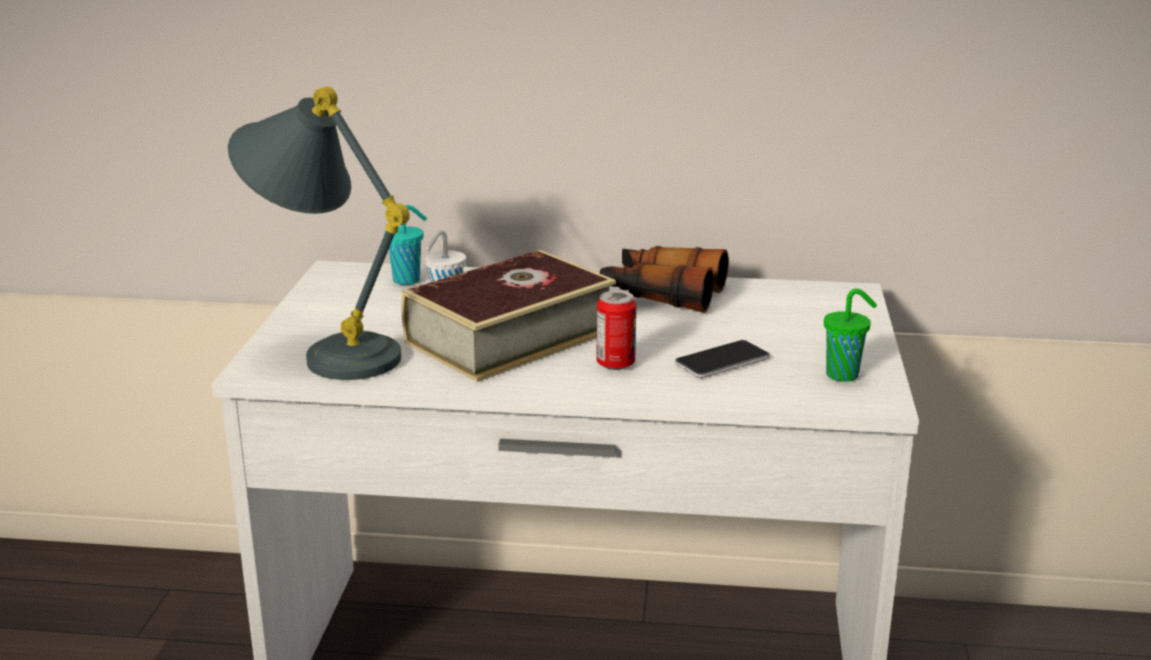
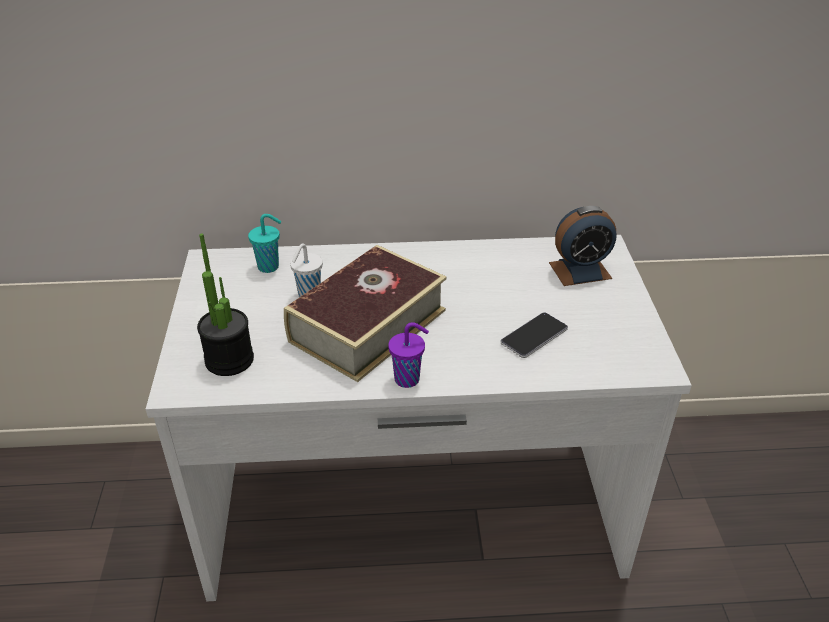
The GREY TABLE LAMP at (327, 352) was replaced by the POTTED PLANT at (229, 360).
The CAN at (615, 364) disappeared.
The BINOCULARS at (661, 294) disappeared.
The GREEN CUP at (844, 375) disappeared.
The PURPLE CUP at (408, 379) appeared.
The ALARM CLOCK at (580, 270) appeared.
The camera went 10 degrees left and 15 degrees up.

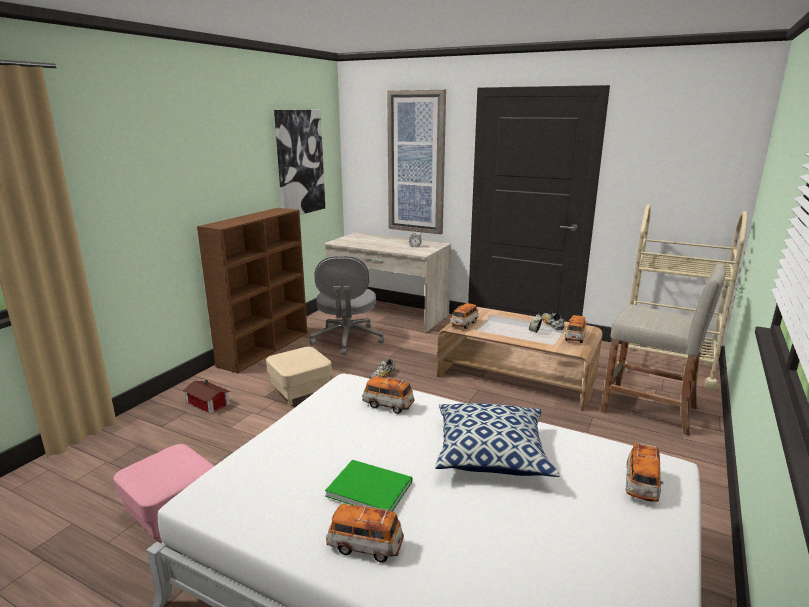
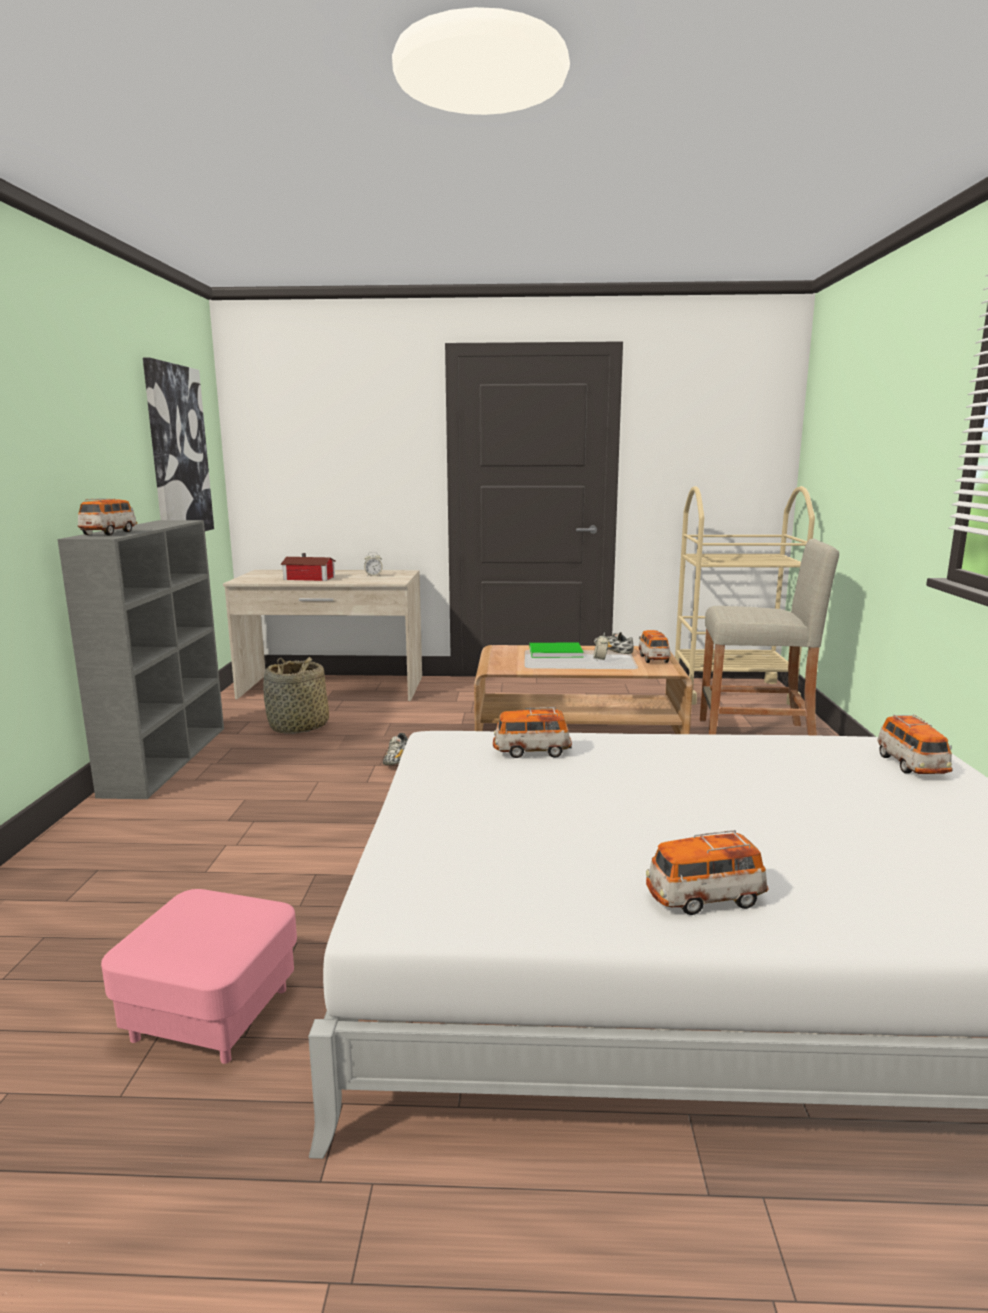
The TOY HOUSE moved from (208, 403) to (310, 578).
The BROWN BOOKCASE at (265, 348) became the GREY BOOKCASE at (167, 759).
The BEIGE OTTOMAN at (300, 391) disappeared.
The GREY OFFICE CHAIR at (347, 340) was replaced by the BASKET at (299, 726).
The GREEN BOOK moved from (368, 487) to (553, 652).
The PICTURE at (416, 163) disappeared.
The PILLOW at (491, 454) disappeared.
The TOY CAR moved from (464, 324) to (109, 533).
The camera went 25 degrees left and 5 degrees down.

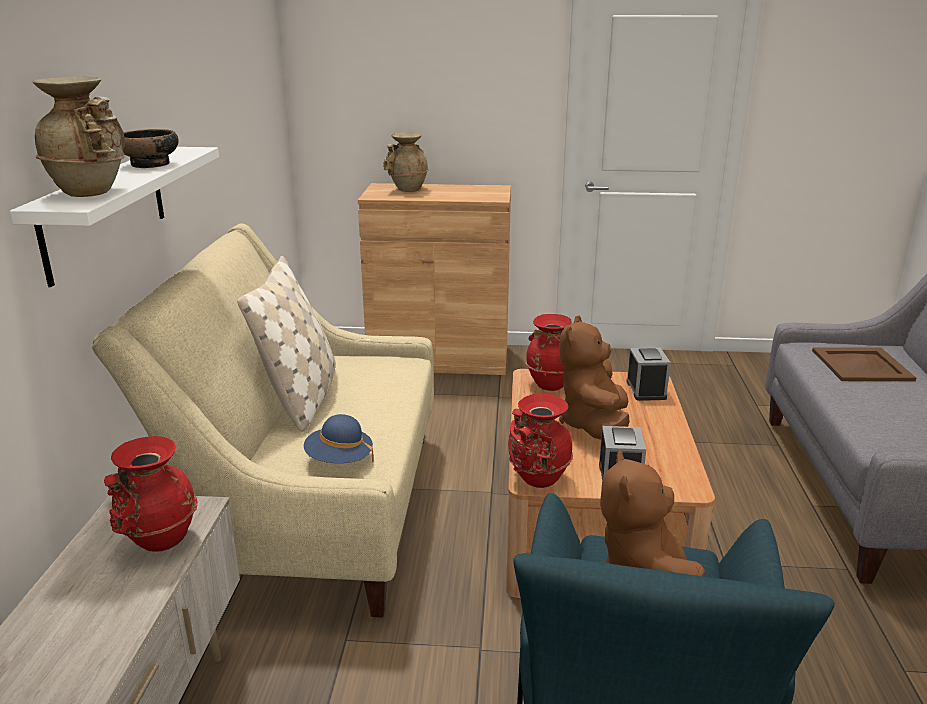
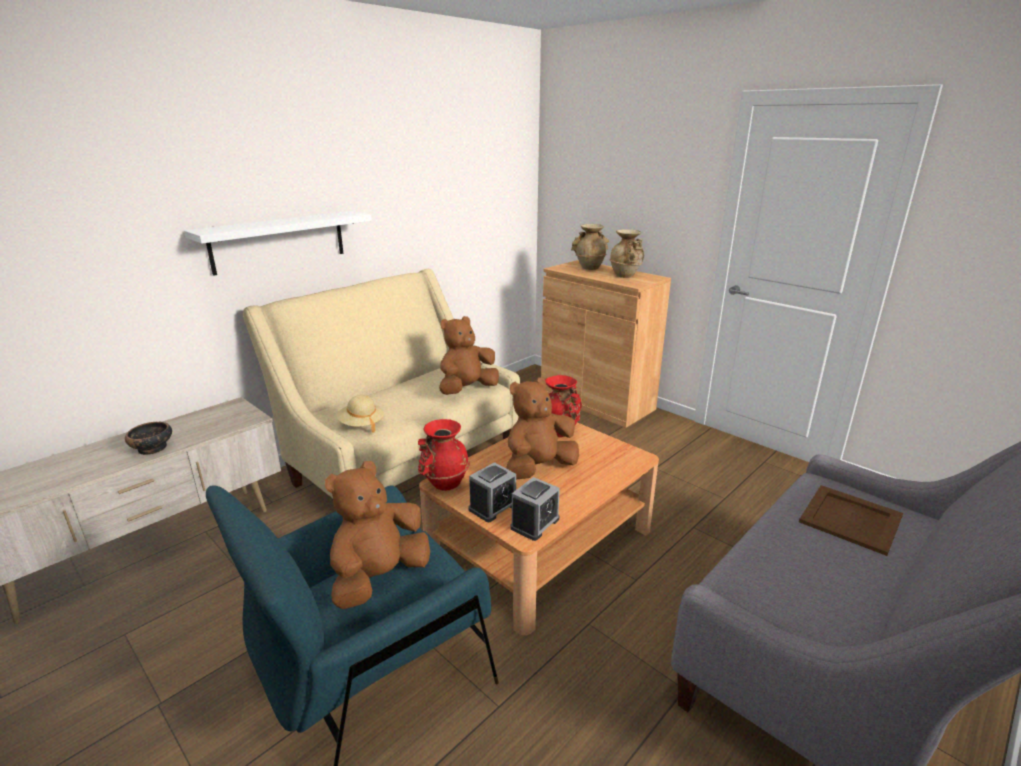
The BEIGE VASE moved from (92, 191) to (626, 275).
The RED VASE at (158, 540) disappeared.
The BOWL moved from (151, 164) to (152, 448).
The BEIGE PILLOW at (301, 398) disappeared.
The BLUE HAT at (339, 460) became the BEIGE HAT at (361, 424).
The ALARM CLOCK moved from (646, 390) to (535, 523).
The BROWN PLUSH TOY at (467, 389) appeared.
The camera went 40 degrees right and 0 degrees up.

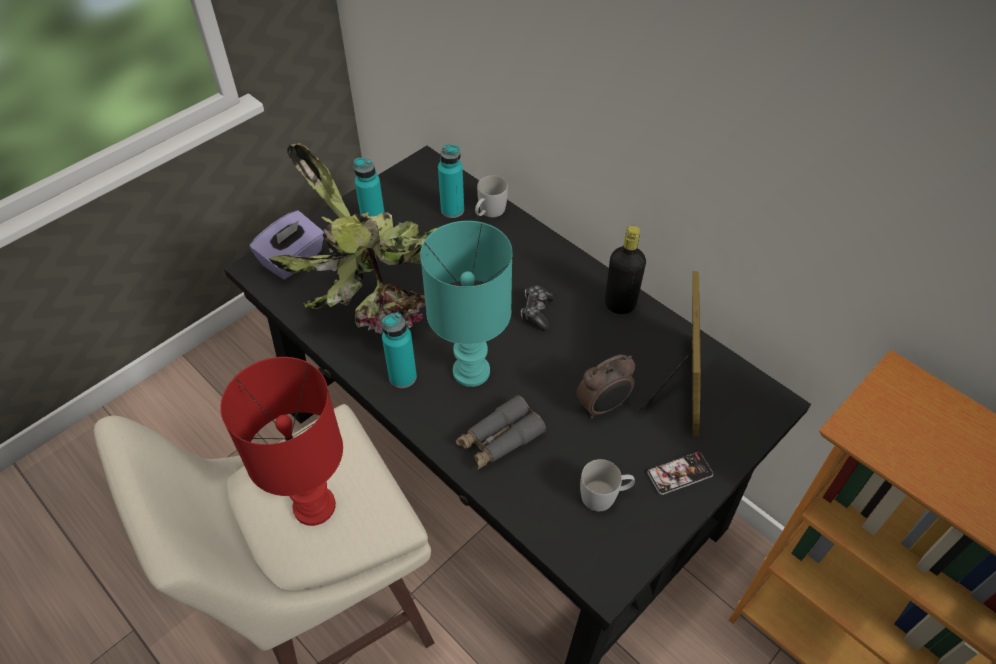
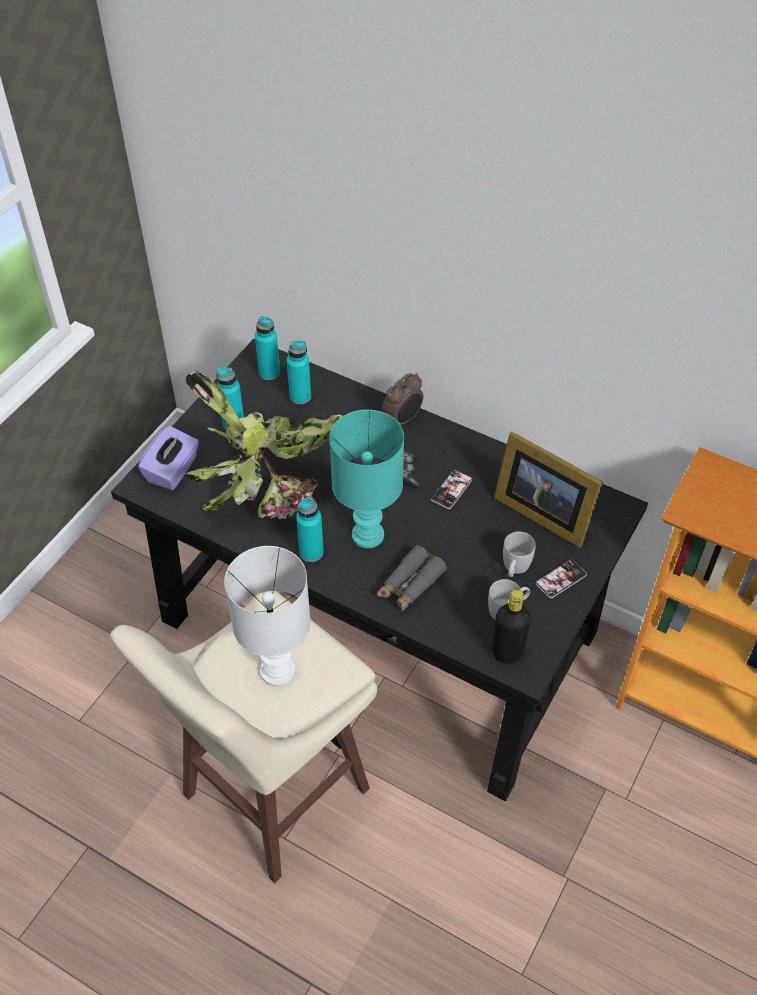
The RED TABLE LAMP at (313, 505) became the WHITE TABLE LAMP at (276, 670).
The WHITE MUG moved from (489, 212) to (515, 568).
The ALARM CLOCK moved from (603, 406) to (403, 420).
The BLACK BOTTLE moved from (620, 304) to (507, 652).
The PICTURE FRAME at (678, 387) turned 135 degrees clockwise.
The TURQUOISE BOTTLE at (269, 372) appeared.
The PHONE at (451, 490) appeared.
The camera went 15 degrees left and 0 degrees up.

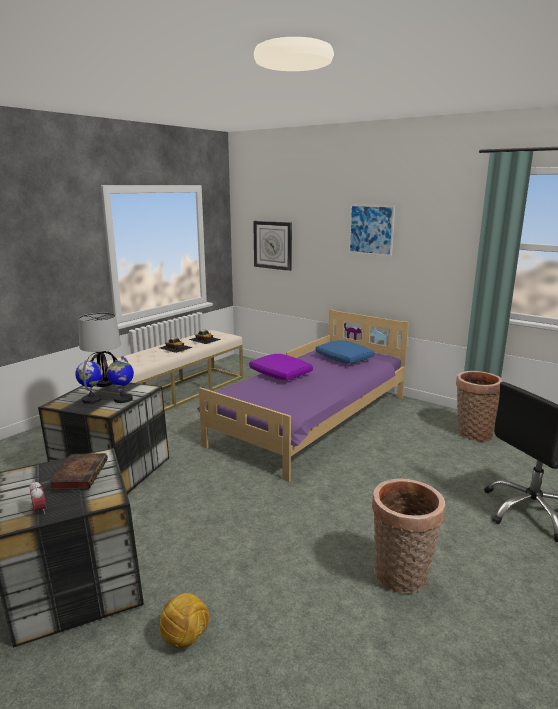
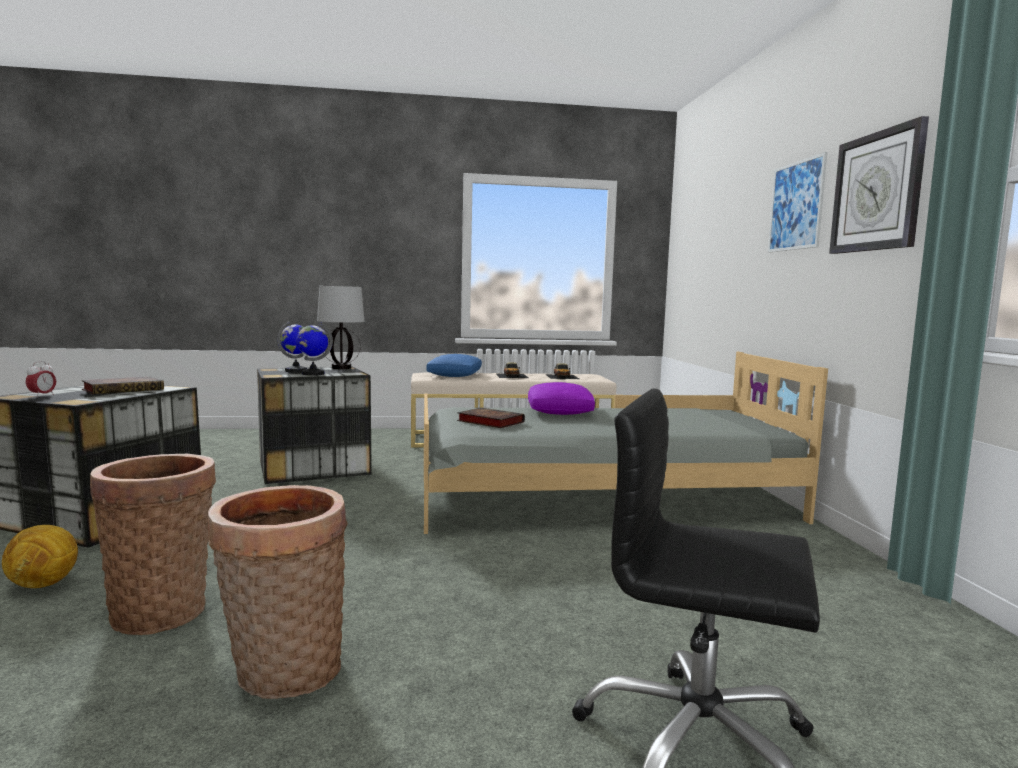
The PURPLE BED at (312, 420) became the GREY BED at (600, 500).
The WALL CLOCK moved from (273, 245) to (877, 192).
The BLUE PILLOW moved from (344, 359) to (455, 375).
The BASKET moved from (472, 433) to (162, 609).
The BOOK at (488, 422) appeared.
The camera went 45 degrees right and 10 degrees down.

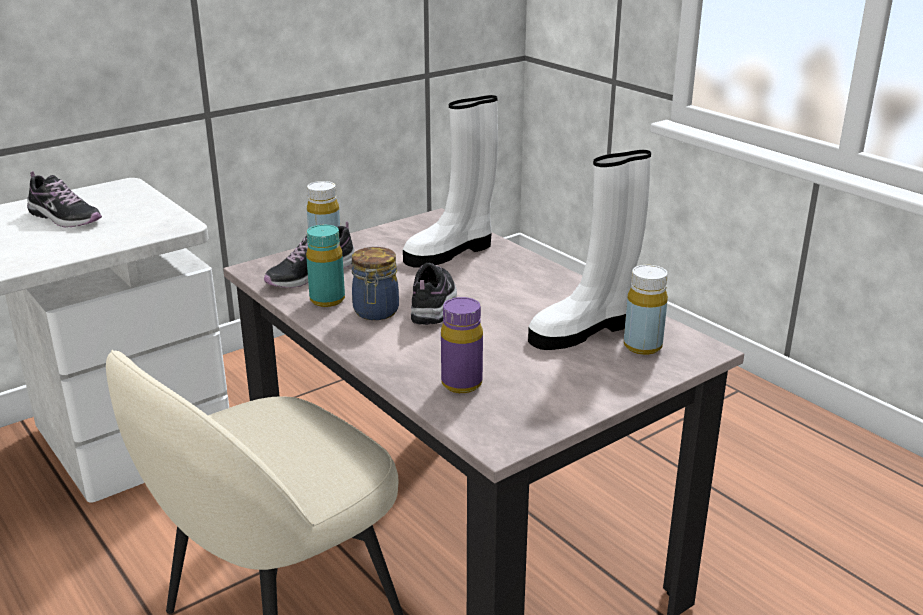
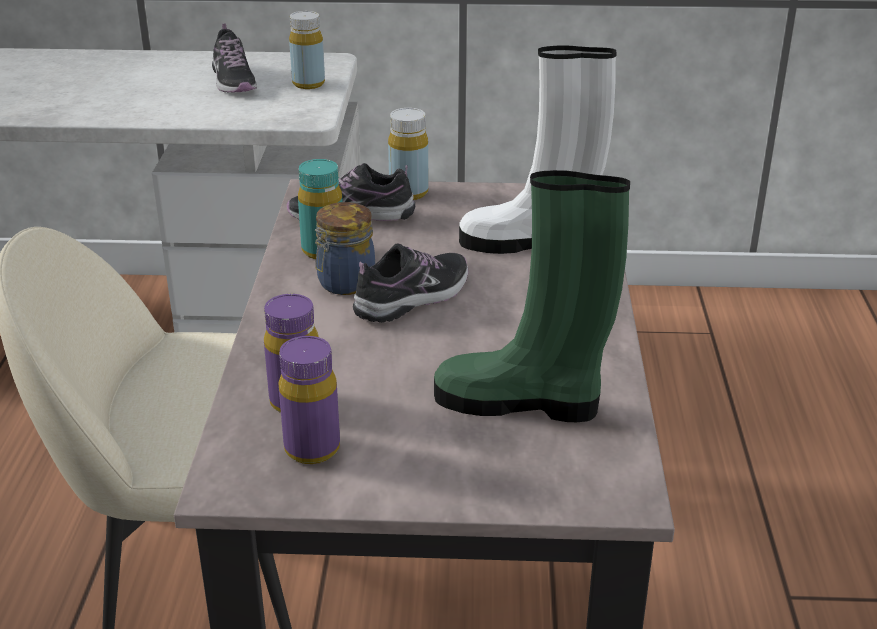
The WHITE BOOT at (584, 330) became the GREEN BOOT at (521, 402).
The YELLOW BOTTLE moved from (642, 346) to (308, 84).
The PURPLE BOTTLE at (312, 449) appeared.
The camera went 40 degrees right and 5 degrees up.

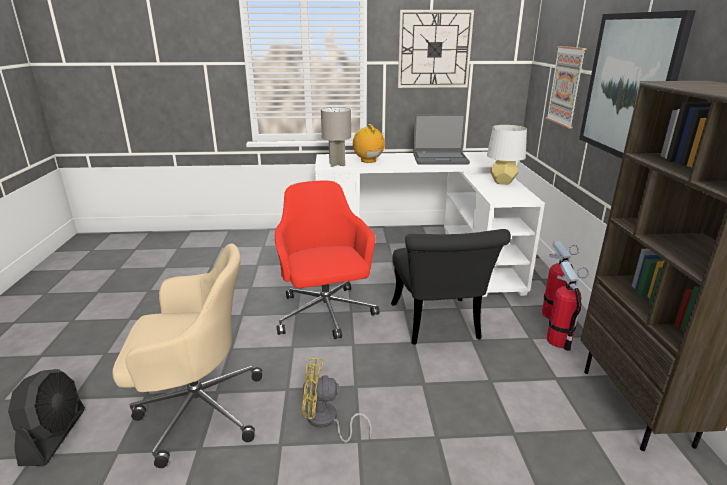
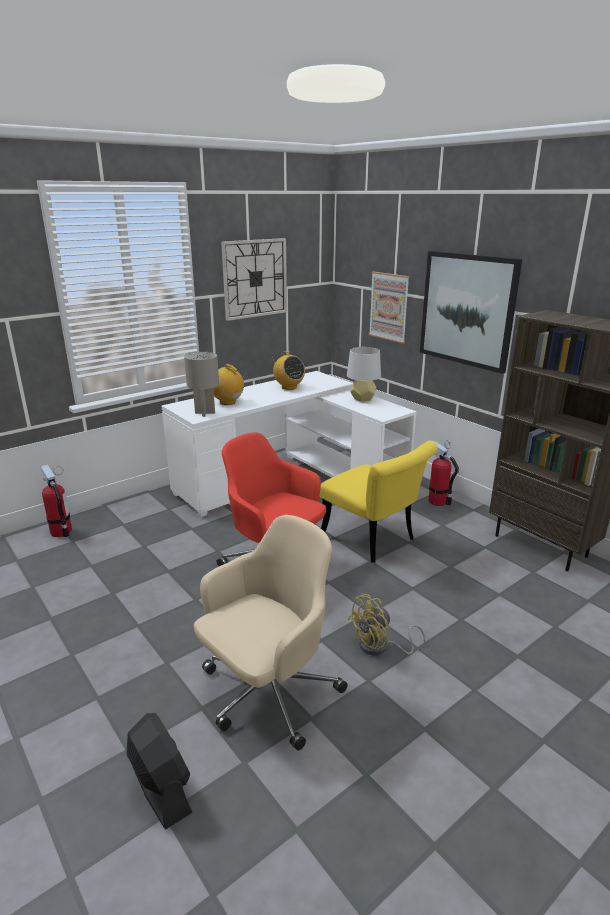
The BLACK CHAIR at (438, 326) became the YELLOW CHAIR at (373, 541).
The LAPTOP at (440, 159) was replaced by the RADIO at (289, 387).
The FIRE EXTINGUISHER moved from (559, 340) to (61, 531).
The camera went 35 degrees left and 0 degrees up.

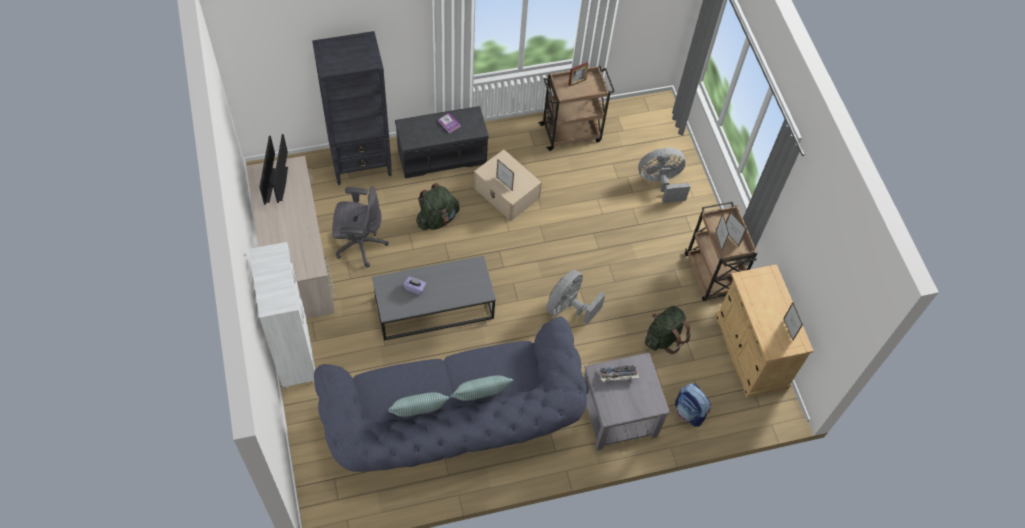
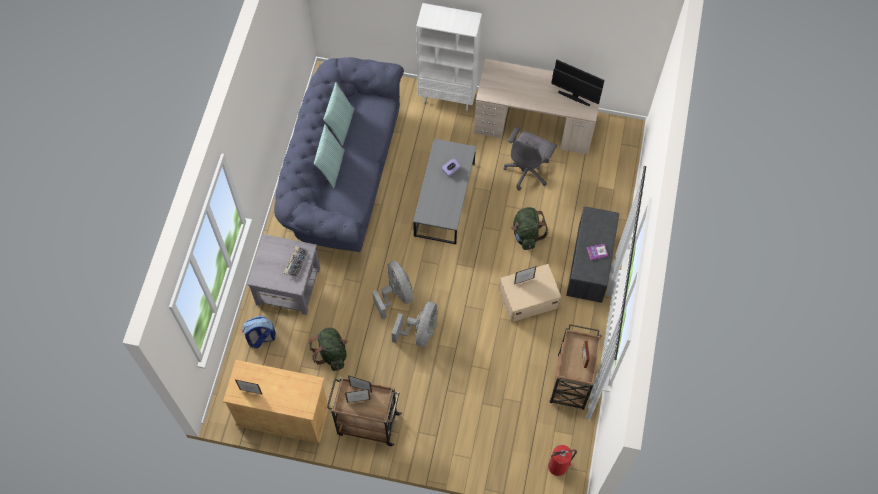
The BLACK BOOKCASE at (362, 164) disappeared.
The GREY FAN moved from (661, 183) to (420, 332).
The FIRE EXTINGUISHER at (558, 466) appeared.
The camera went 120 degrees right and 5 degrees up.

